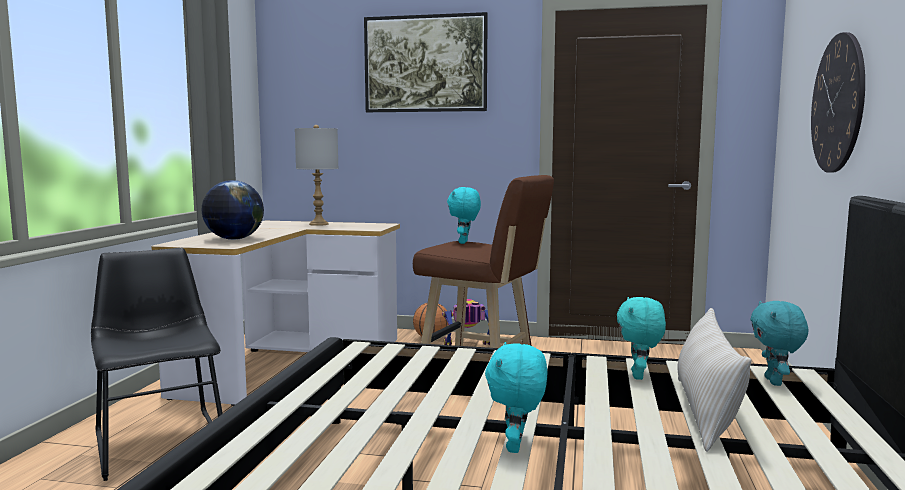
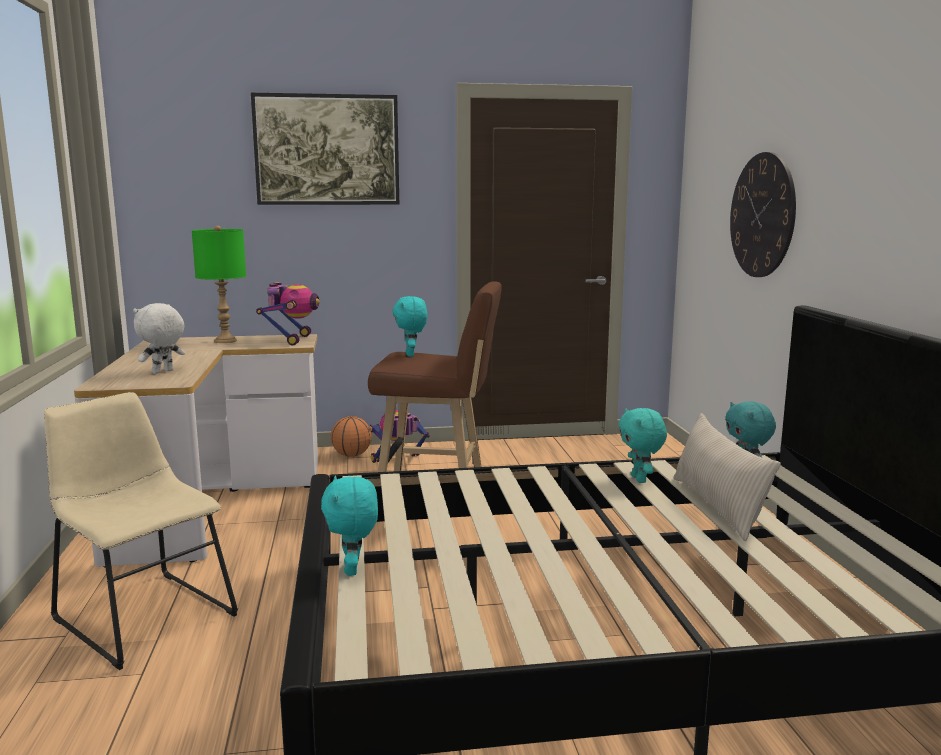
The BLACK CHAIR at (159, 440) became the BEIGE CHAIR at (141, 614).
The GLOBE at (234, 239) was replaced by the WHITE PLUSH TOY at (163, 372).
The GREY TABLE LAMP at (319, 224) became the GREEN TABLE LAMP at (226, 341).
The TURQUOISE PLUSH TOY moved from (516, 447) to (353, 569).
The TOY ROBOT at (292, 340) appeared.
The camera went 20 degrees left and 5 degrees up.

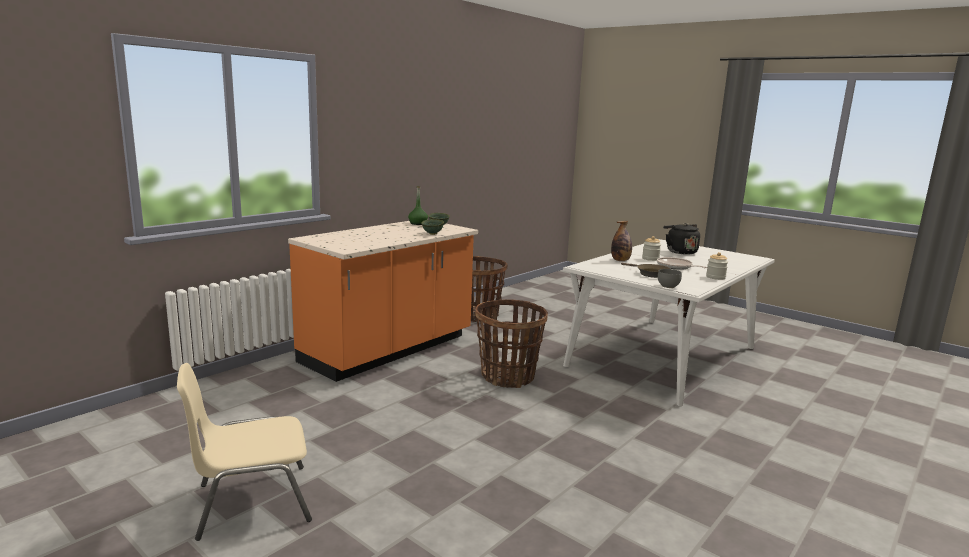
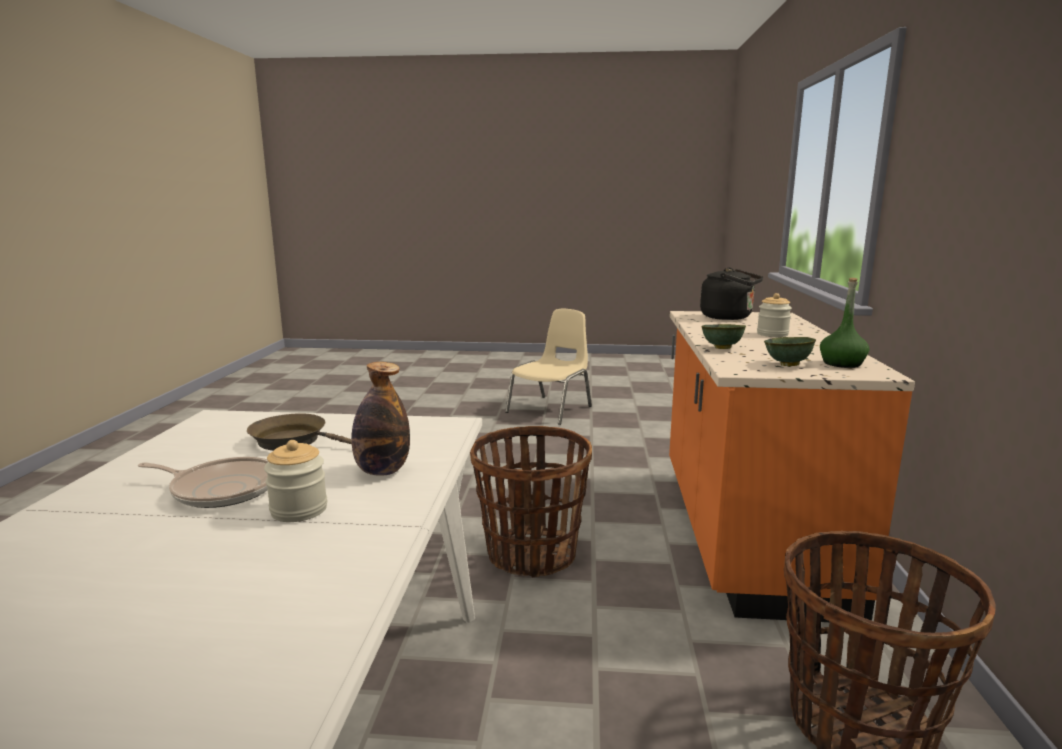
The GREY BOWL at (668, 286) disappeared.
The BLACK KETTLE moved from (680, 252) to (729, 317).
The JAR moved from (715, 277) to (772, 334).
The camera went 145 degrees right and 0 degrees up.

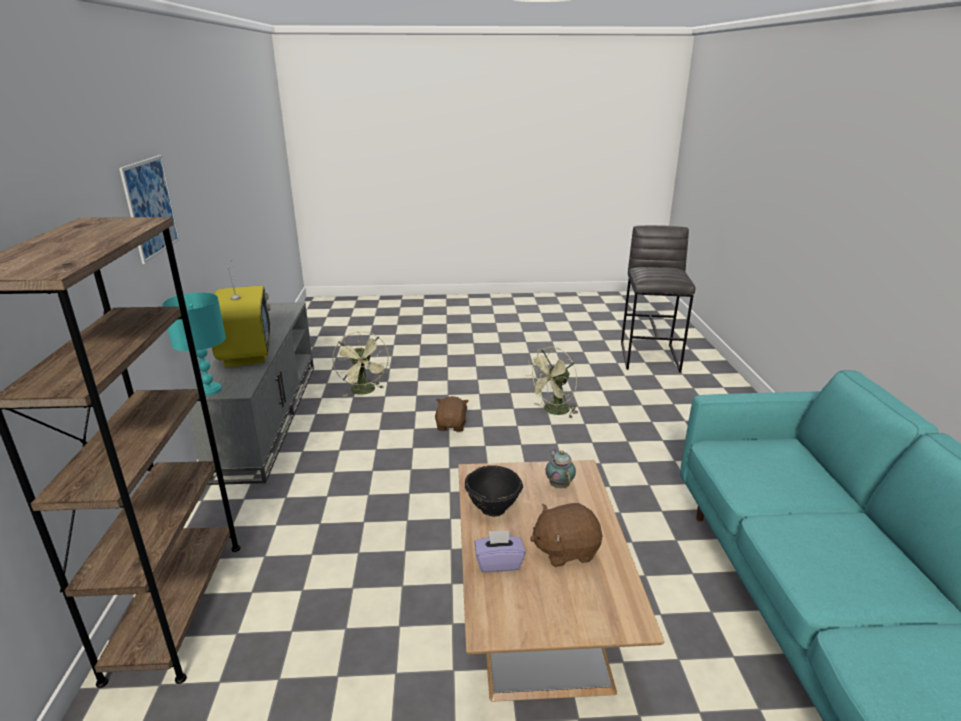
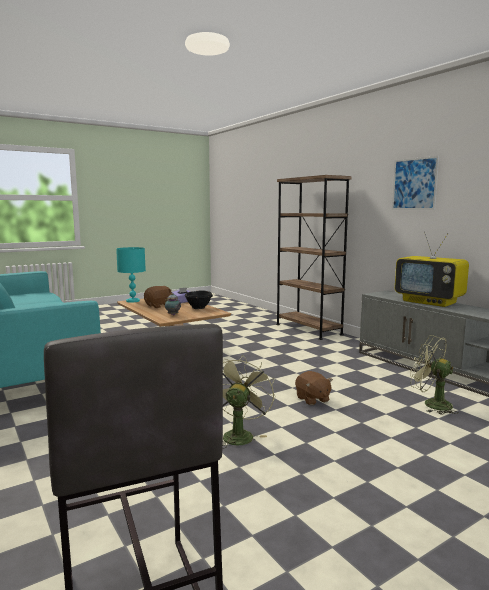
The TURQUOISE TABLE LAMP moved from (209, 390) to (132, 301).
The camera went 150 degrees right and 15 degrees down.

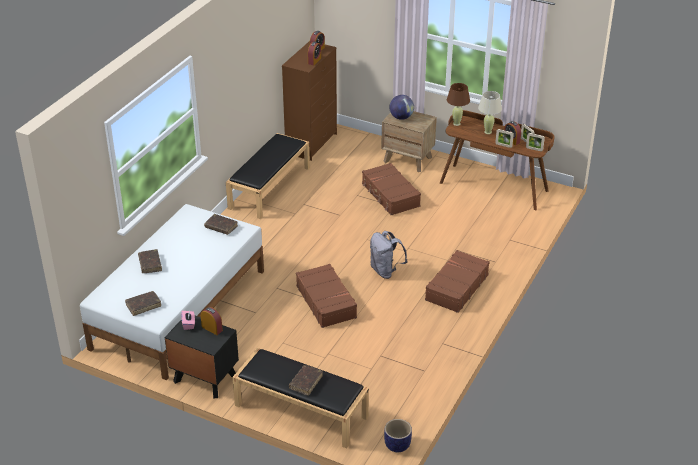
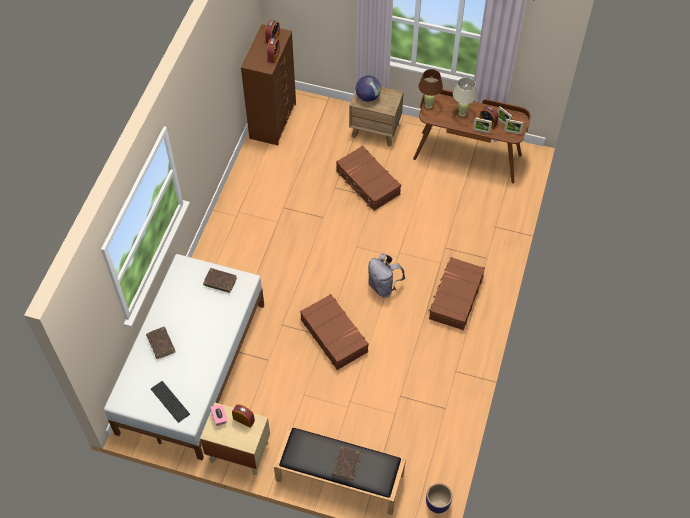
The BROWN BOOK at (143, 305) was replaced by the KEYBOARD at (169, 401).
The BLACK NIGHTSTAND at (204, 378) became the BEIGE NIGHTSTAND at (238, 451).
The BLACK BENCH at (269, 187) disappeared.
The camera went 10 degrees left and 20 degrees up.

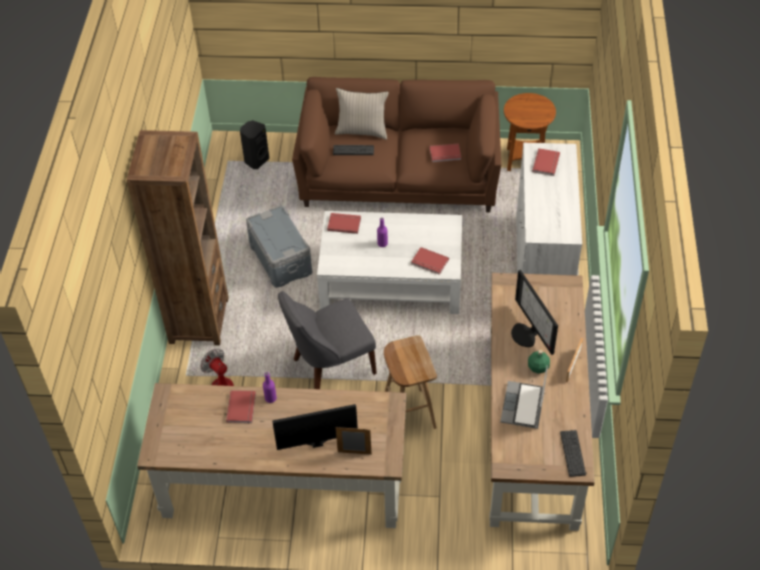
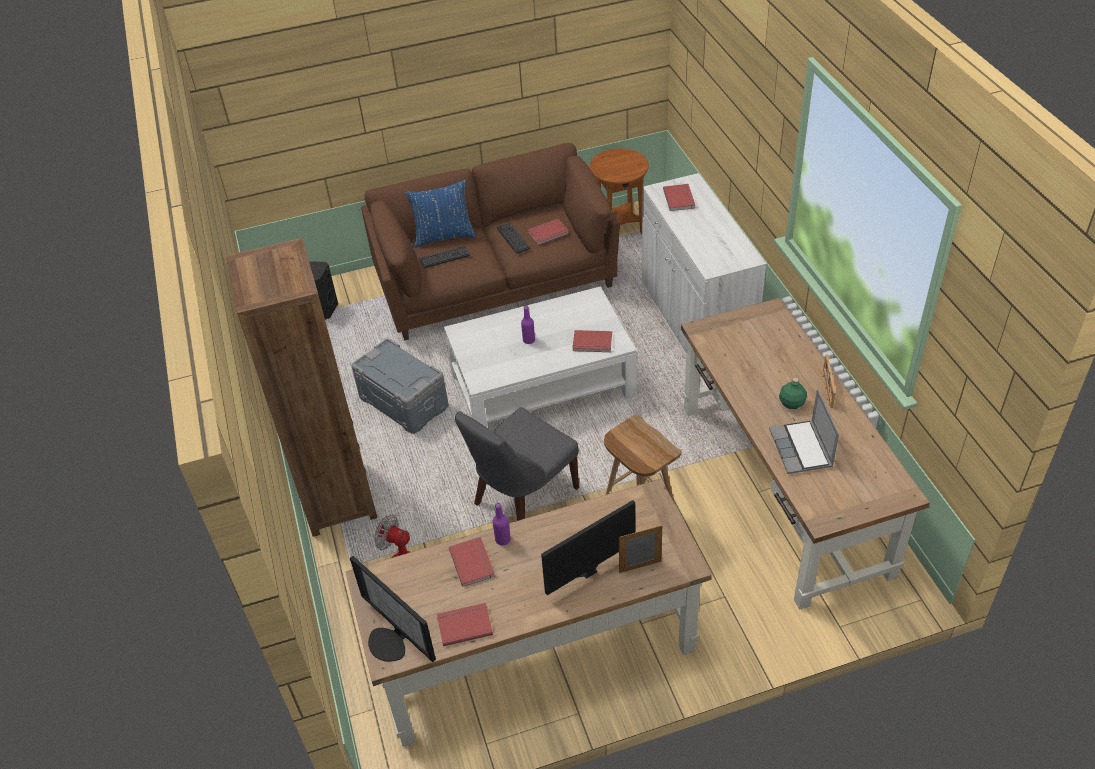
The RED BOOK moved from (344, 223) to (464, 624).
The BEIGE PILLOW at (362, 131) became the BLUE PILLOW at (443, 236).
The MONITOR moved from (526, 334) to (391, 642).
The KEYBOARD moved from (572, 453) to (513, 238).
The camera went 20 degrees left and 5 degrees down.

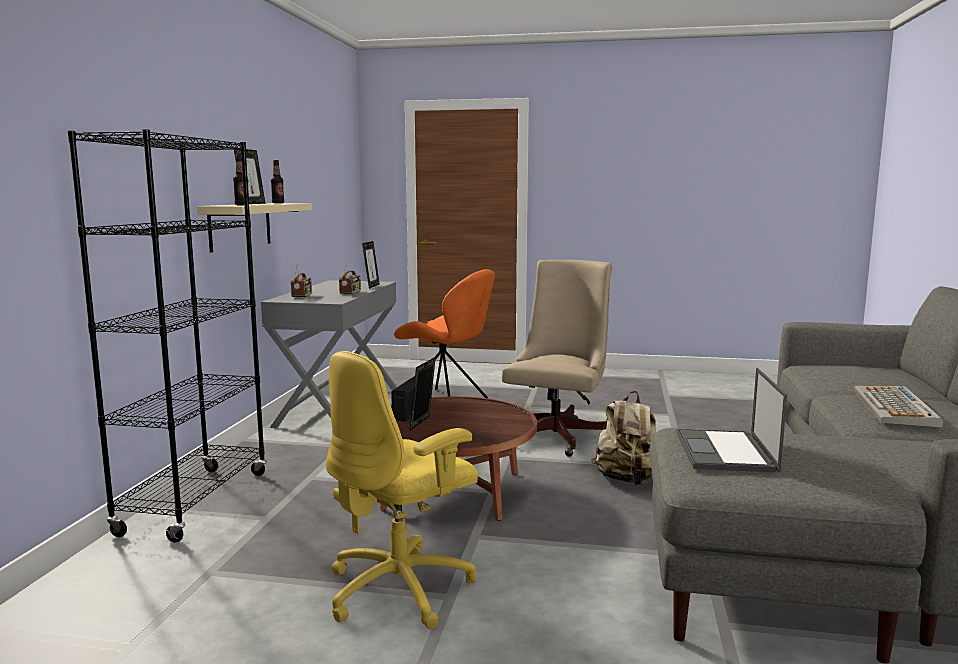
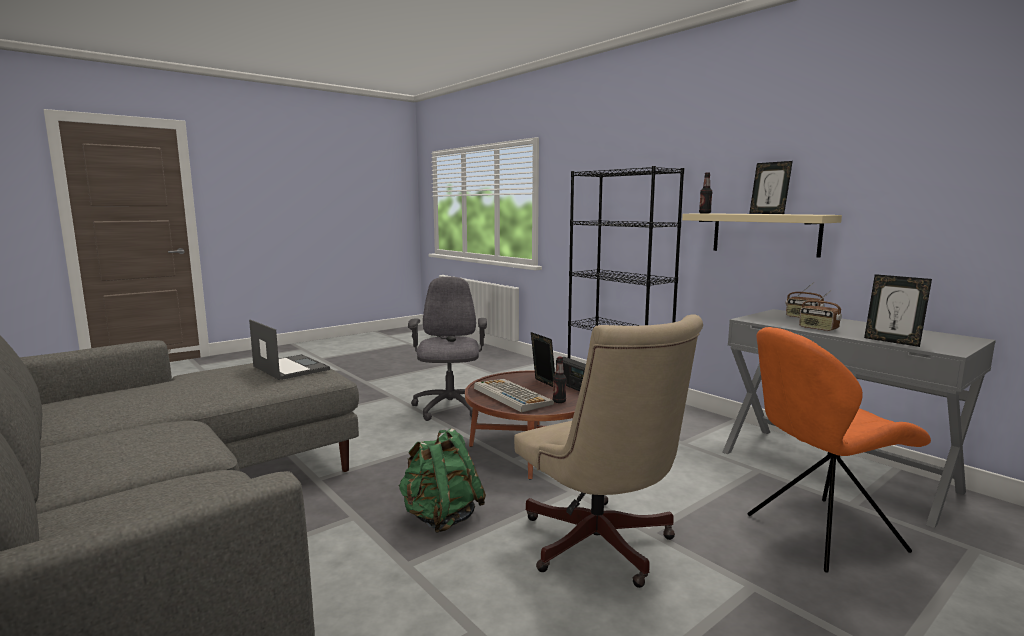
The BOTTLE moved from (278, 203) to (559, 401).
The YELLOW OFFICE CHAIR at (401, 588) became the GREY OFFICE CHAIR at (450, 408).
The BEIGE BACKPACK at (627, 480) became the GREEN BACKPACK at (441, 518).
The KEYBOARD moved from (895, 408) to (511, 396).
The camera went 130 degrees right and 0 degrees up.

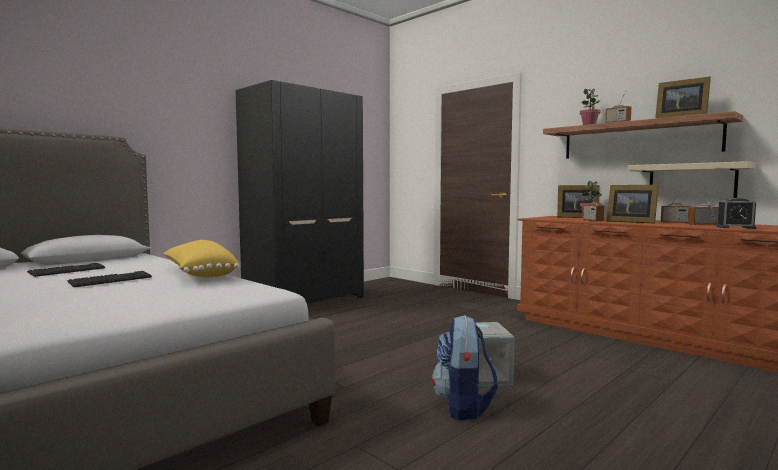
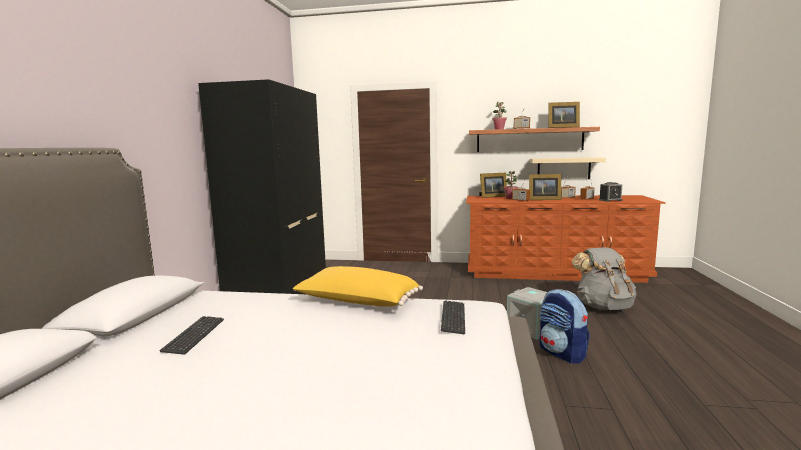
The KEYBOARD moved from (111, 280) to (453, 318).
The GREY BACKPACK at (603, 307) appeared.
The camera went 35 degrees left and 5 degrees up.

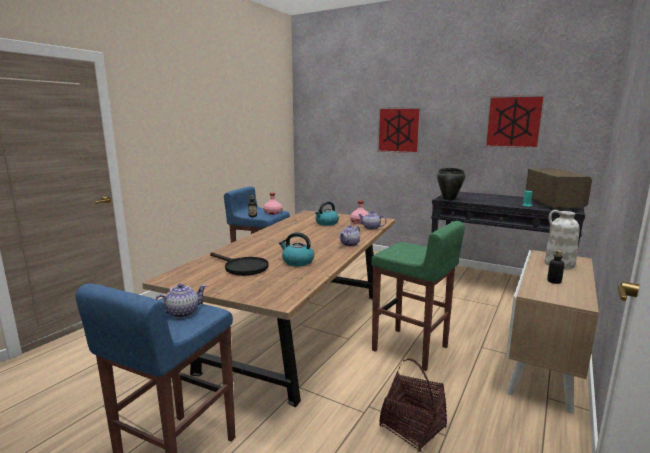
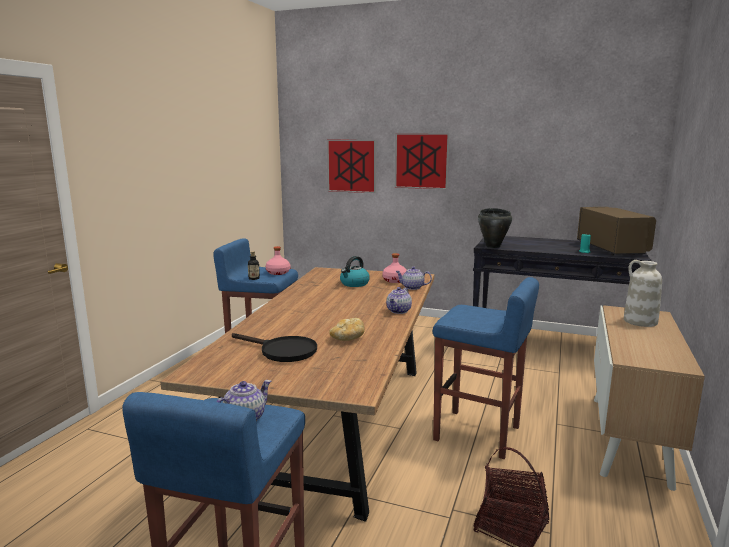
The KETTLE at (297, 262) was replaced by the BREAD at (348, 339).
The GREEN STOOL at (410, 349) became the BLUE STOOL at (478, 434).
The PICTURE moved from (513, 122) to (351, 166).
The BOTTLE at (554, 281) disappeared.
The camera went 10 degrees left and 0 degrees up.

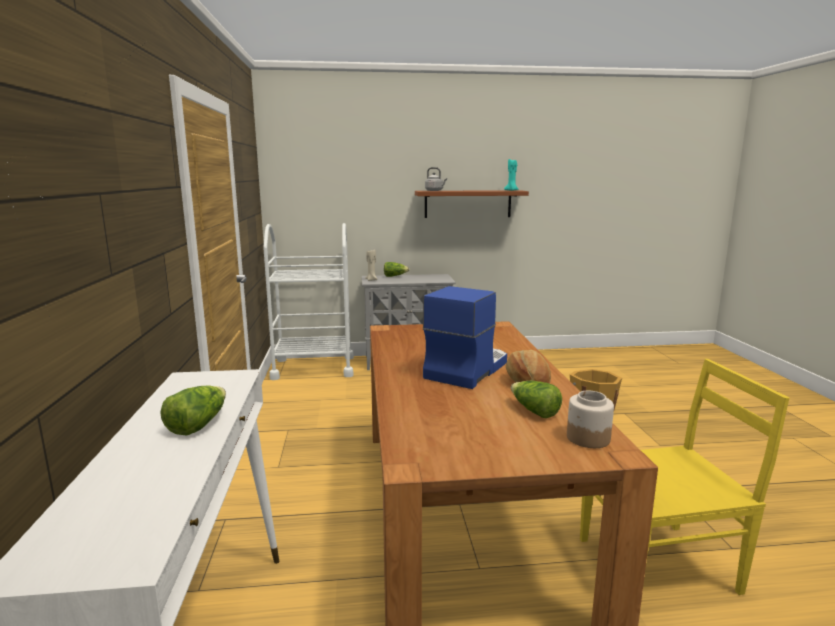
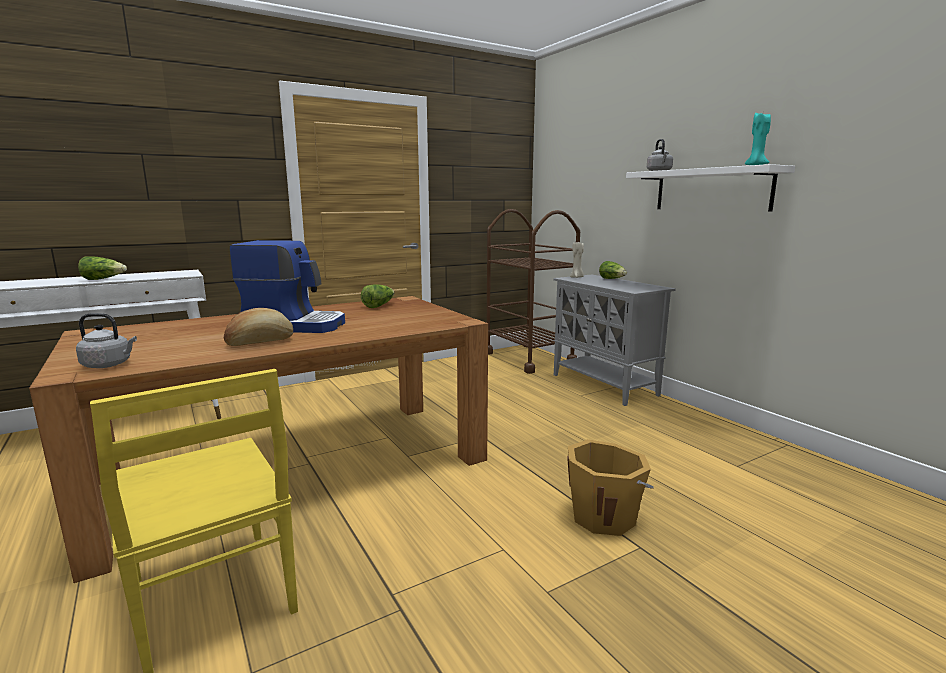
The WHITE CART at (313, 368) became the BROWN CART at (528, 358).
The BROWN SHELF at (468, 204) became the WHITE SHELF at (711, 190).
The LETTUCE moved from (534, 411) to (378, 306).
The JAR at (587, 438) was replaced by the GREY KETTLE at (109, 365).
The camera went 65 degrees right and 0 degrees up.

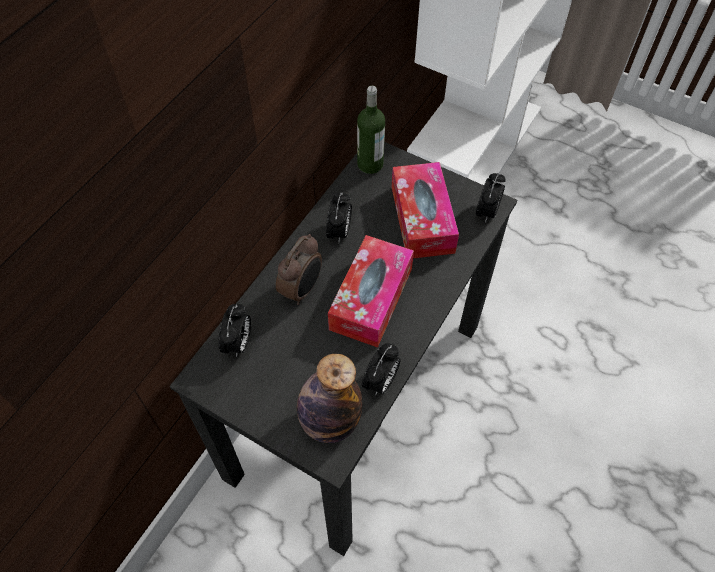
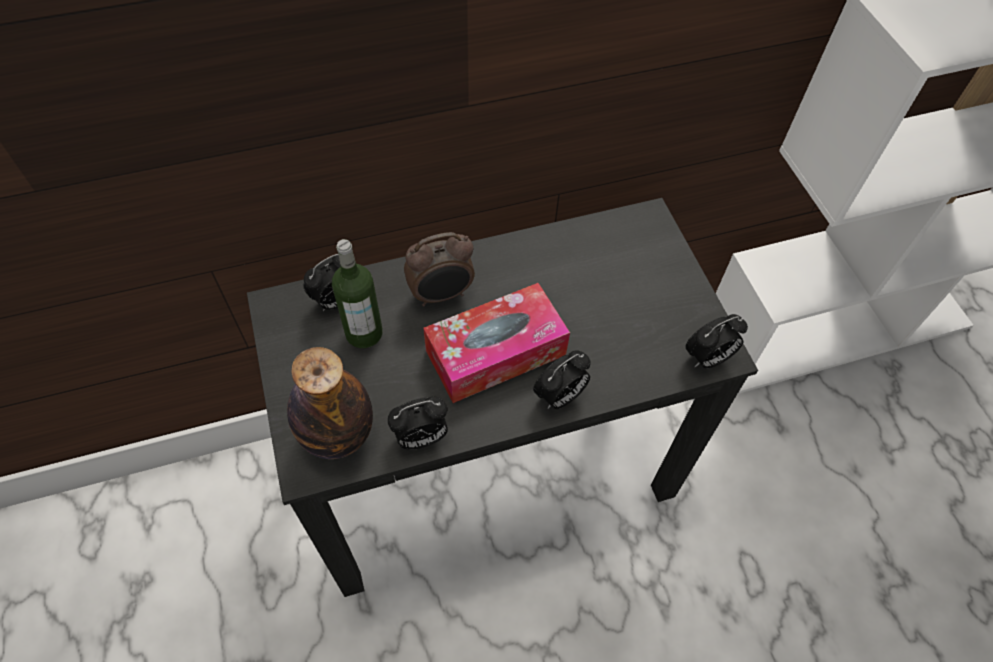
The ALARM CLOCK moved from (339, 232) to (559, 397).
The BOTTLE moved from (370, 164) to (364, 333).
The TISSUE BOX at (422, 219) disappeared.
The camera went 40 degrees right and 0 degrees up.

